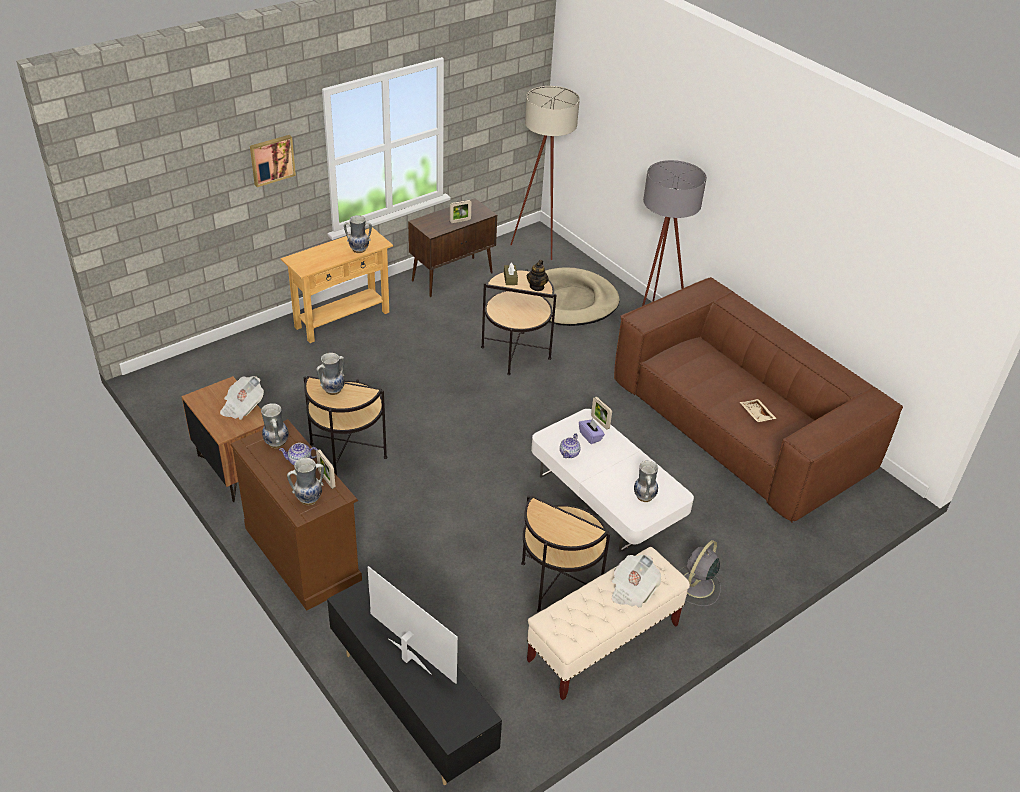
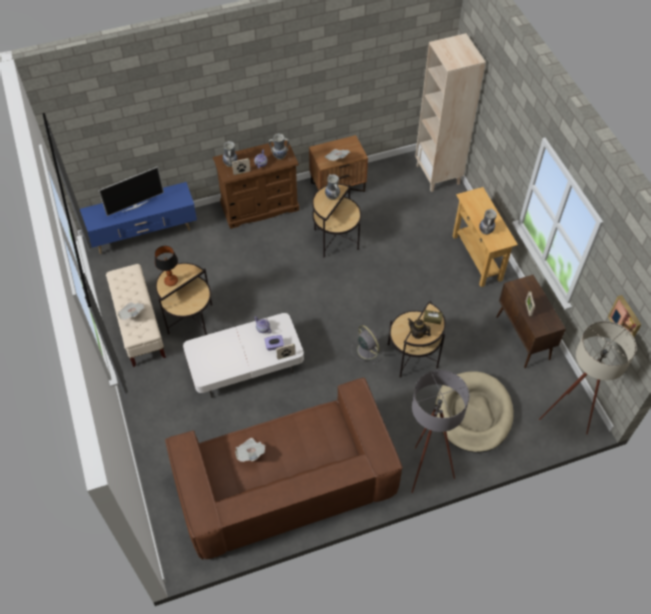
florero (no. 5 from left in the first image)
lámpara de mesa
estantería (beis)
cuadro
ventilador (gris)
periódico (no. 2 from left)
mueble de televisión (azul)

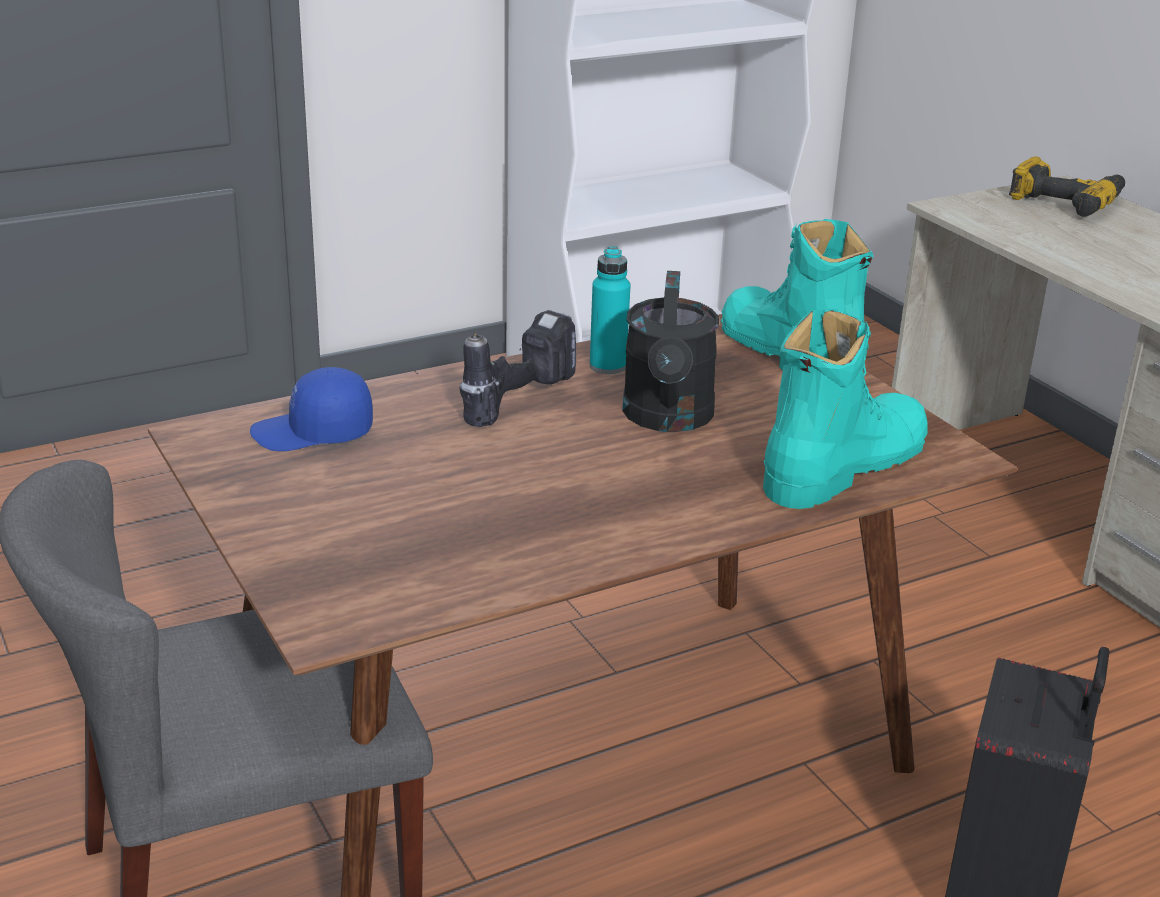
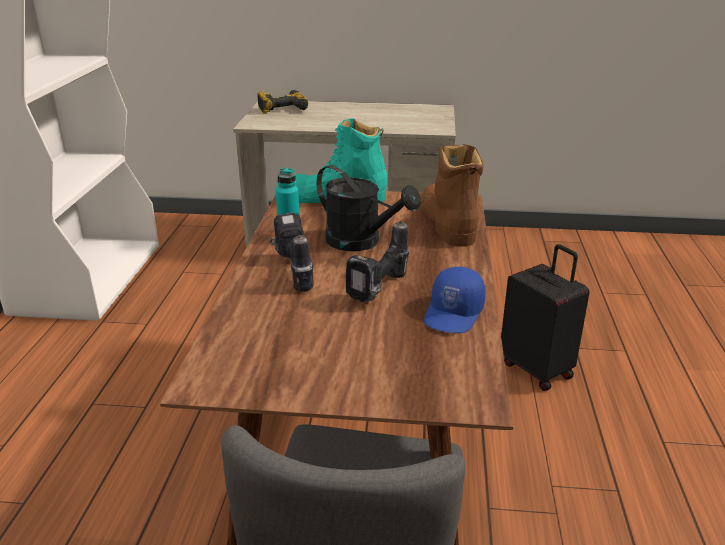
taladro (no. 3 from left)
gorra (azul)
bota (marrón)

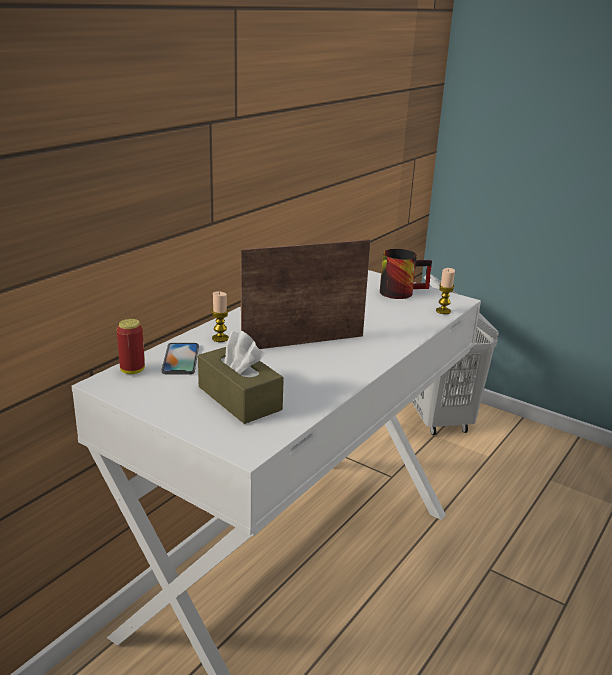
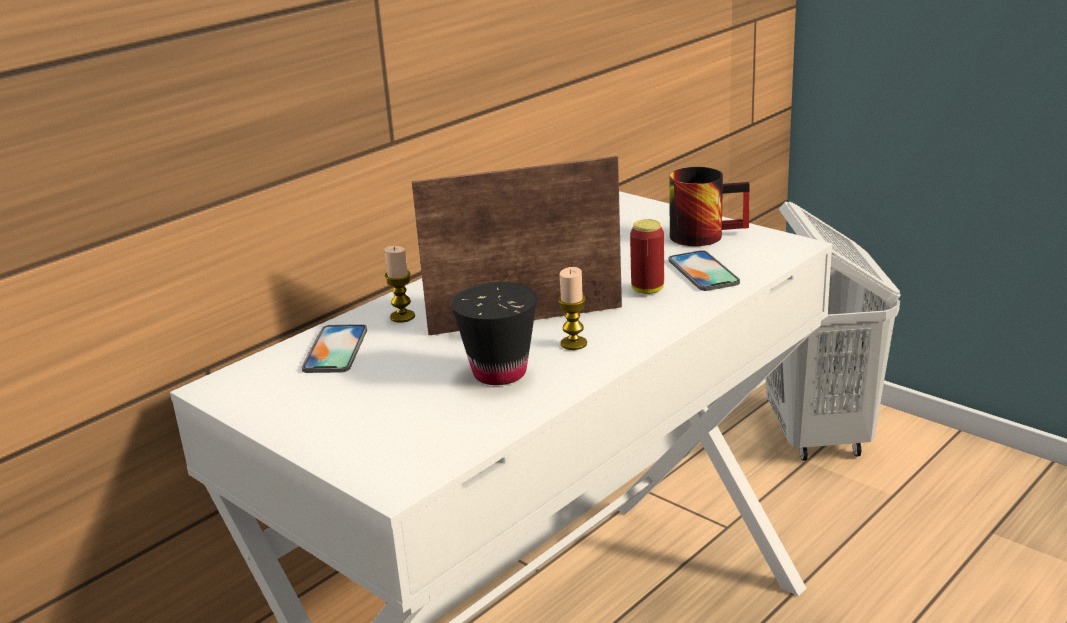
caja de pañuelos (marrón)
taza (negro)
móvil (no. 2 from left)
lata
vela (no. 2 from left)

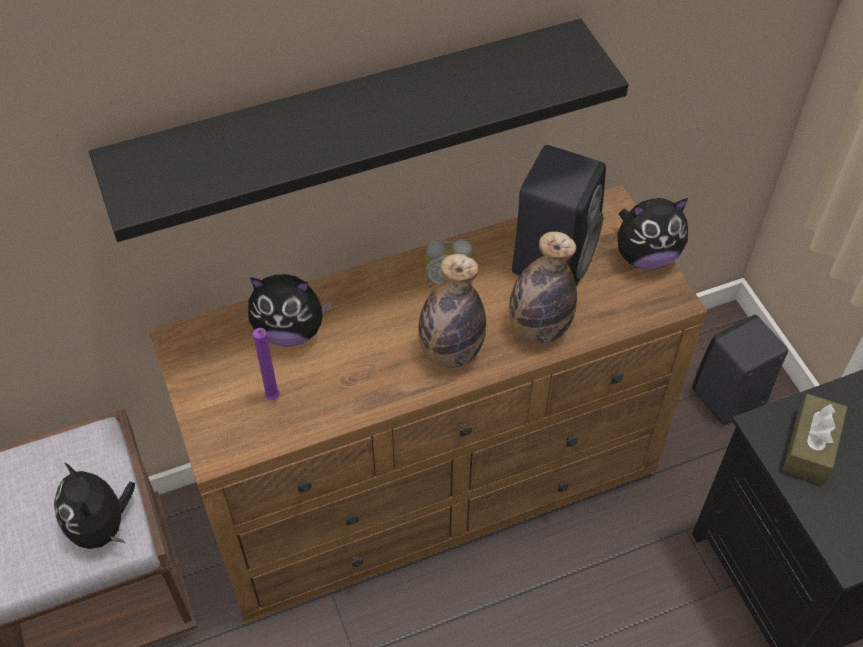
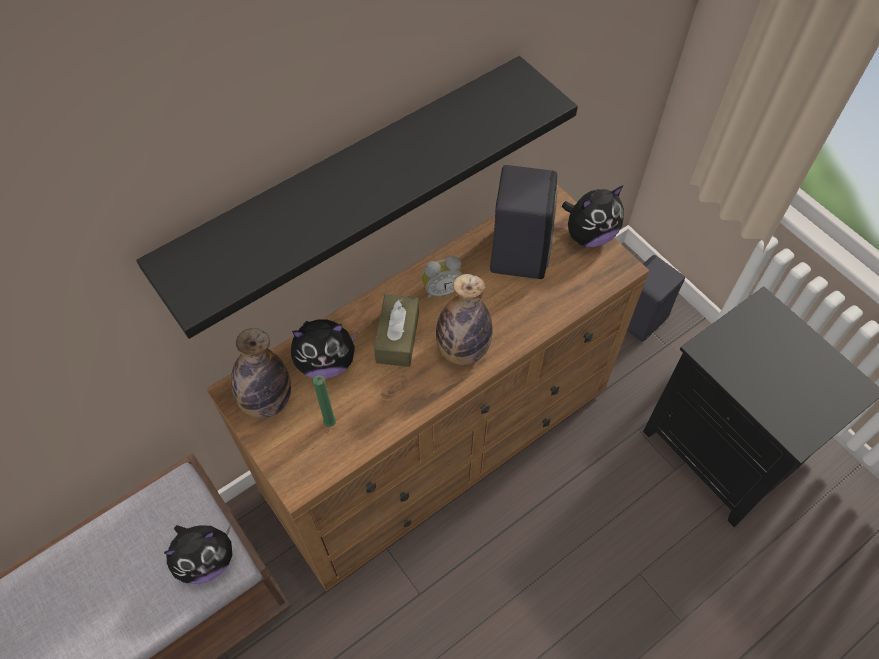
botella (no. 1 from left)
caja de pañuelos (marrón)
vela (verde)
peluche (no. 1 from left)

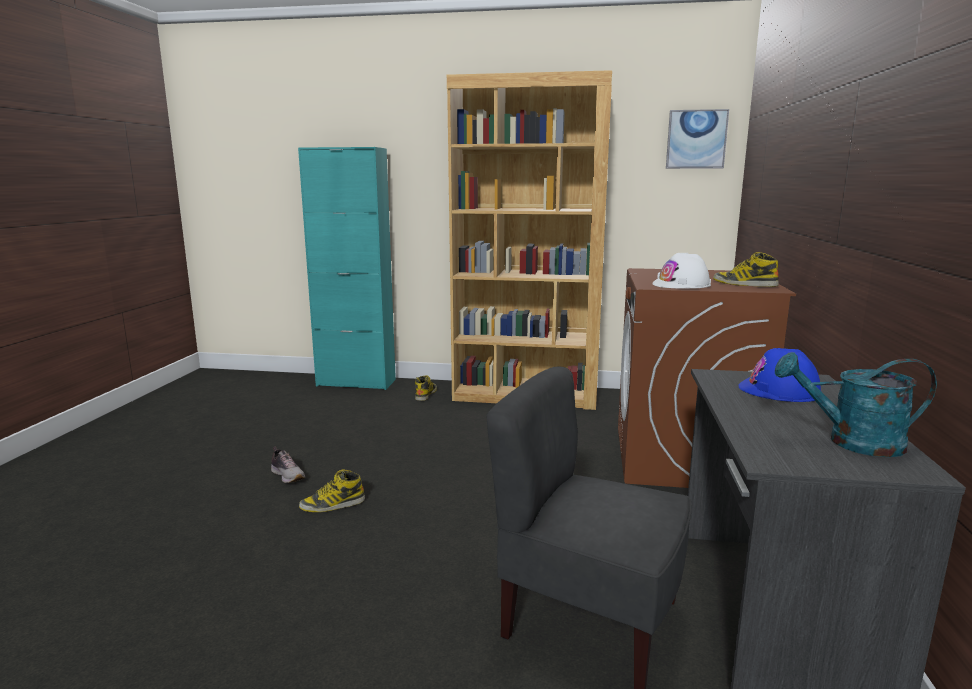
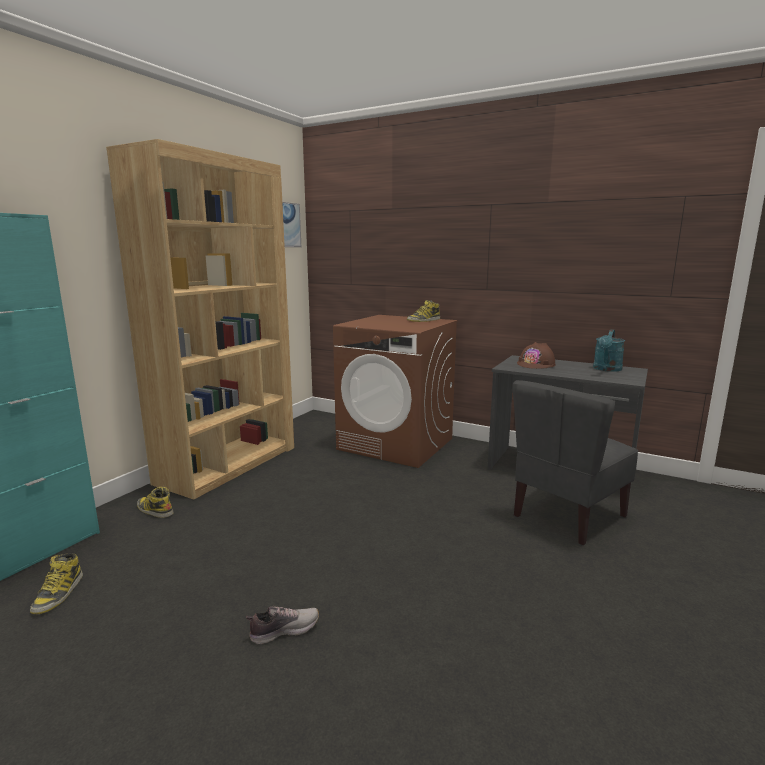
casco (blanco)
bota (no. 1 from left)
casco (marrón)

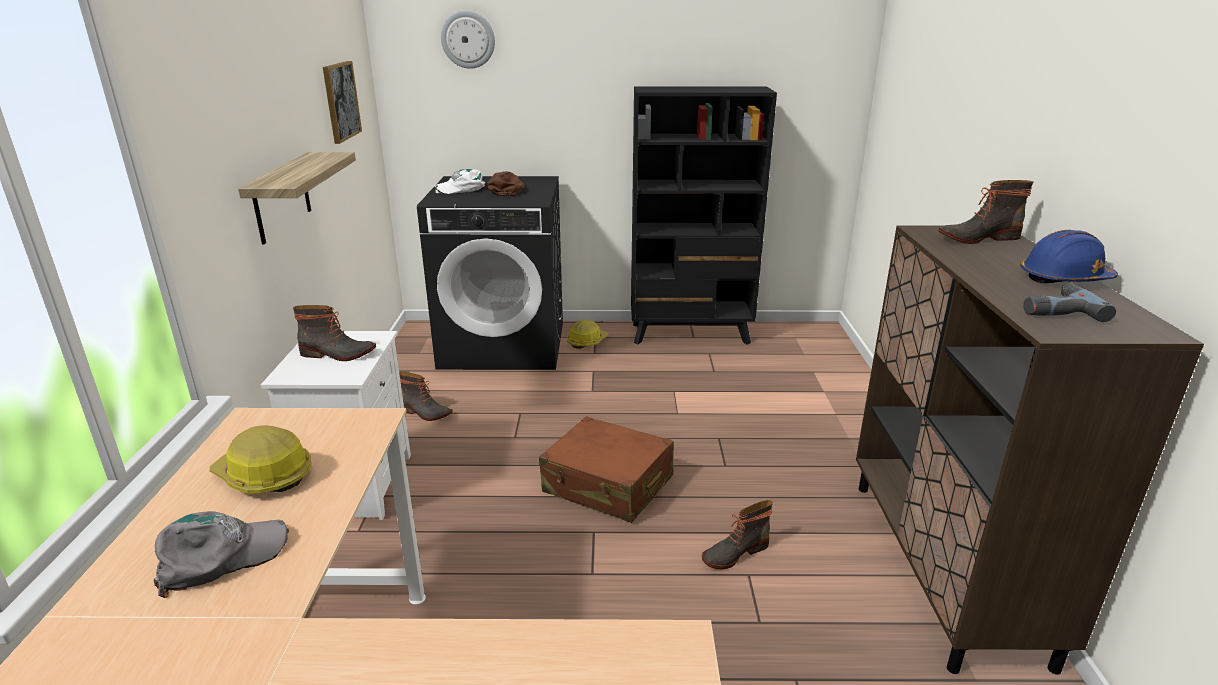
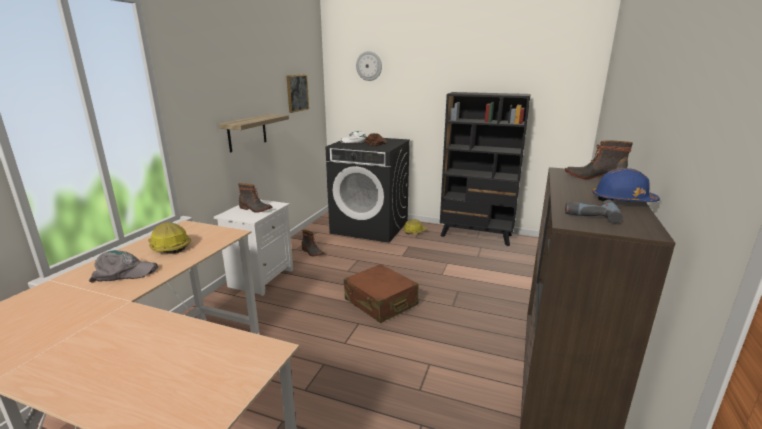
bota (no. 3 from left in the first image)

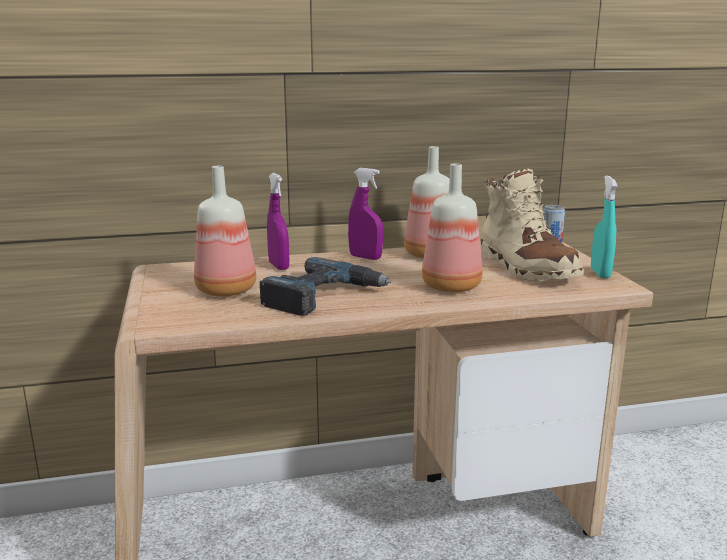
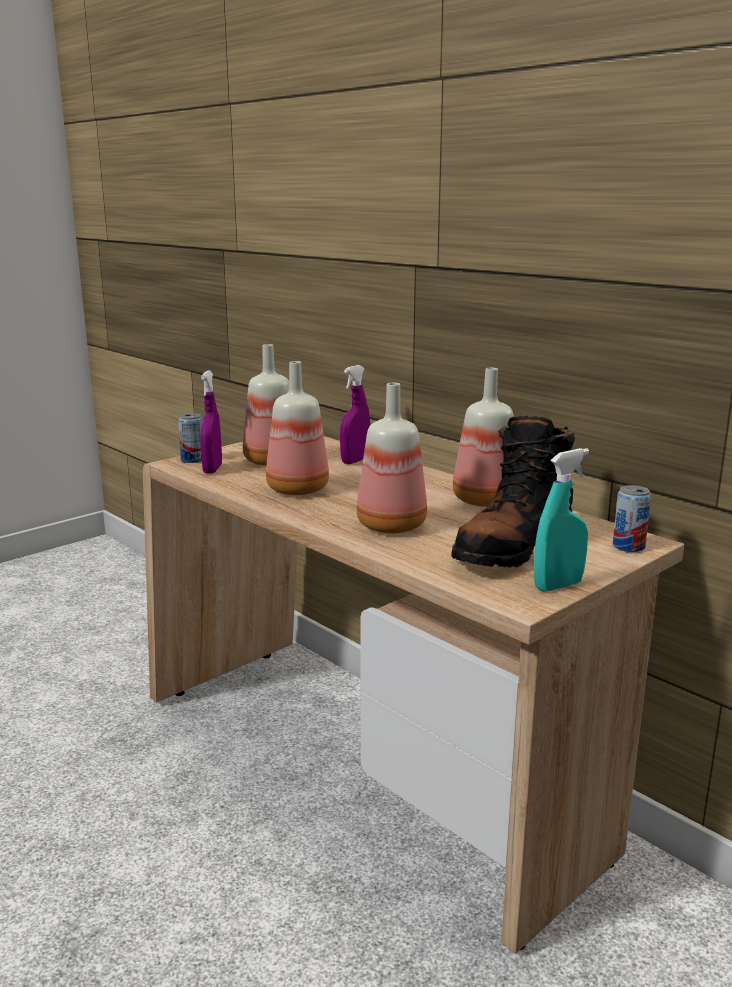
lata (no. 1 from left)
pulverizador (morado) (no. 1 from left)
botella (no. 2 from left)
bota (negro)

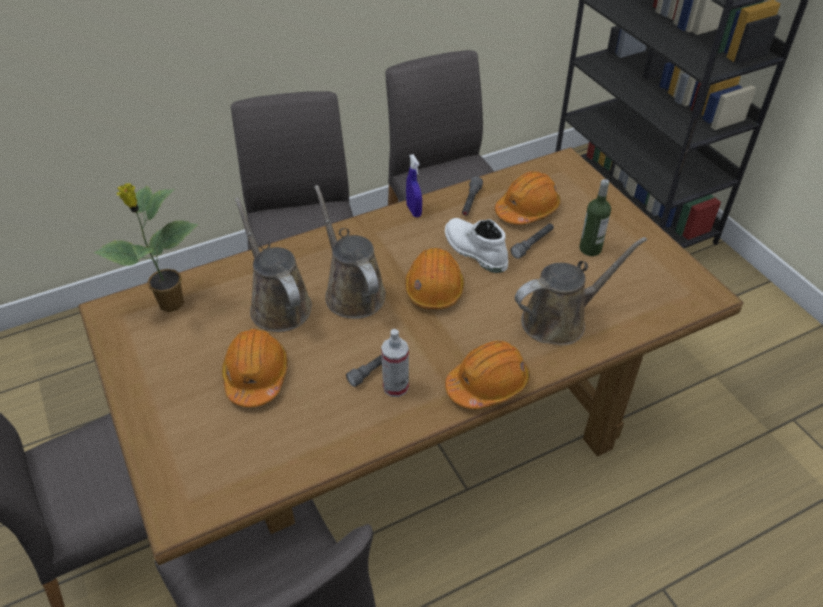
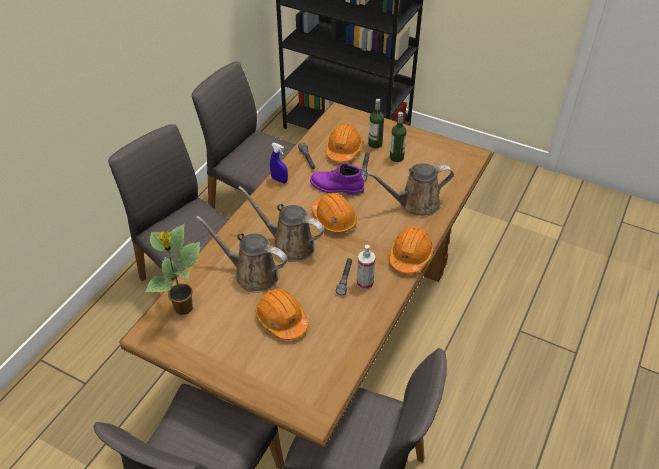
botella (no. 1 from left)
bota (morado)
regadera (marrón) (no. 3 from left)

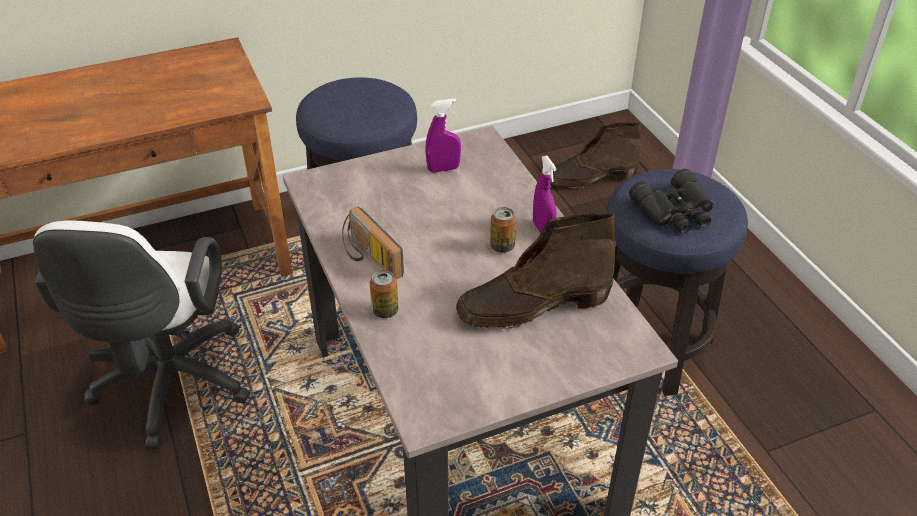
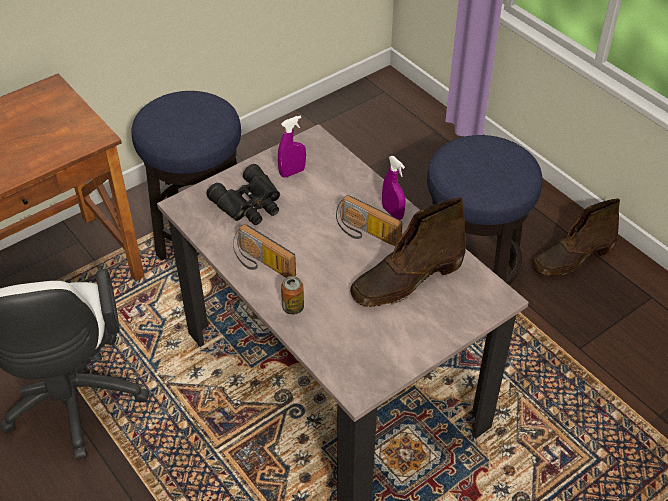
bota (marrón) (no. 2 from left)
prismáticos (negro)
radio (no. 2 from left)

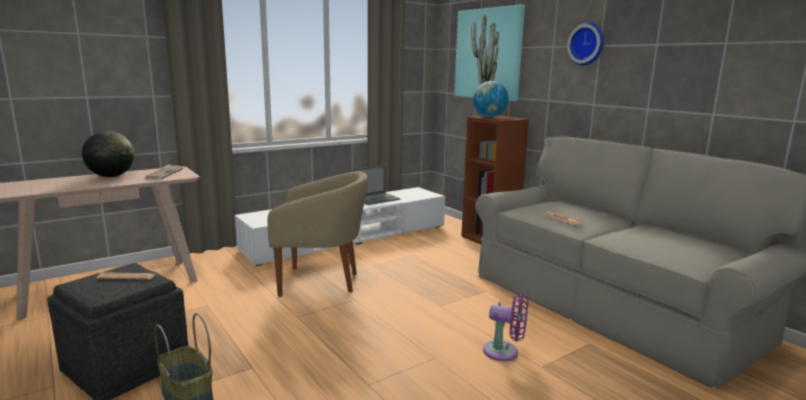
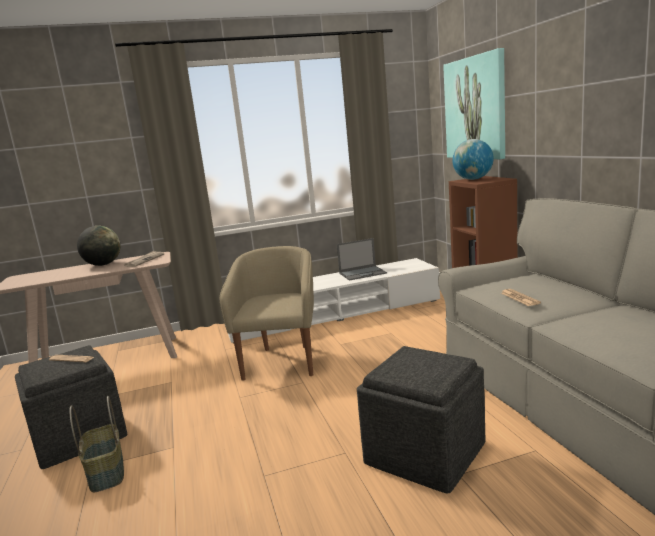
reloj de pared
puf (gris) (no. 2 from left)
sillón (beis)

